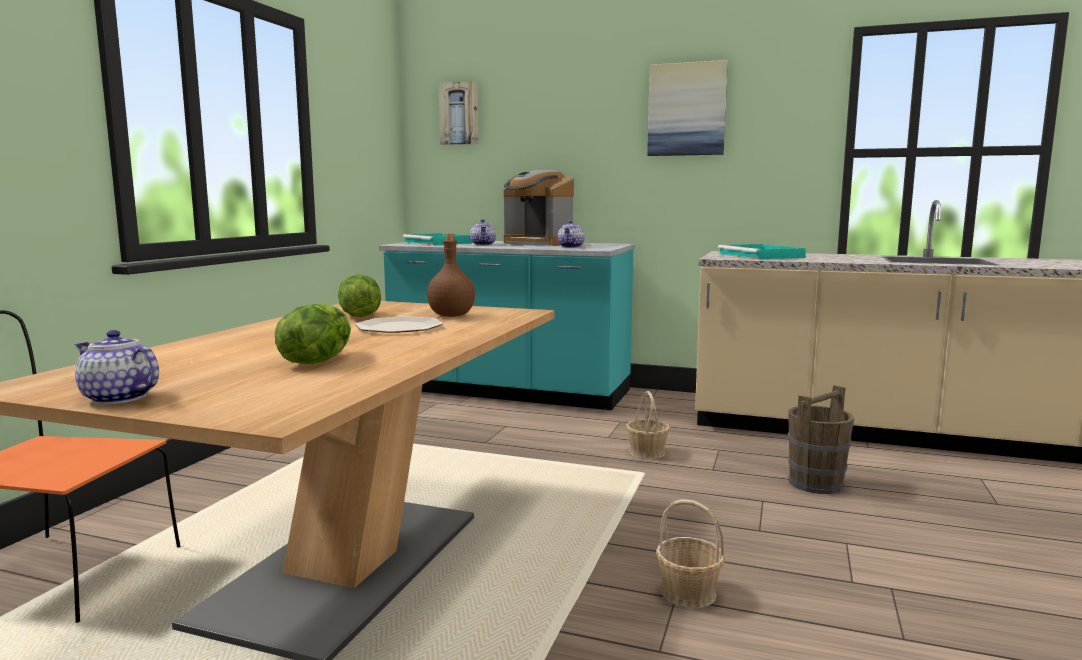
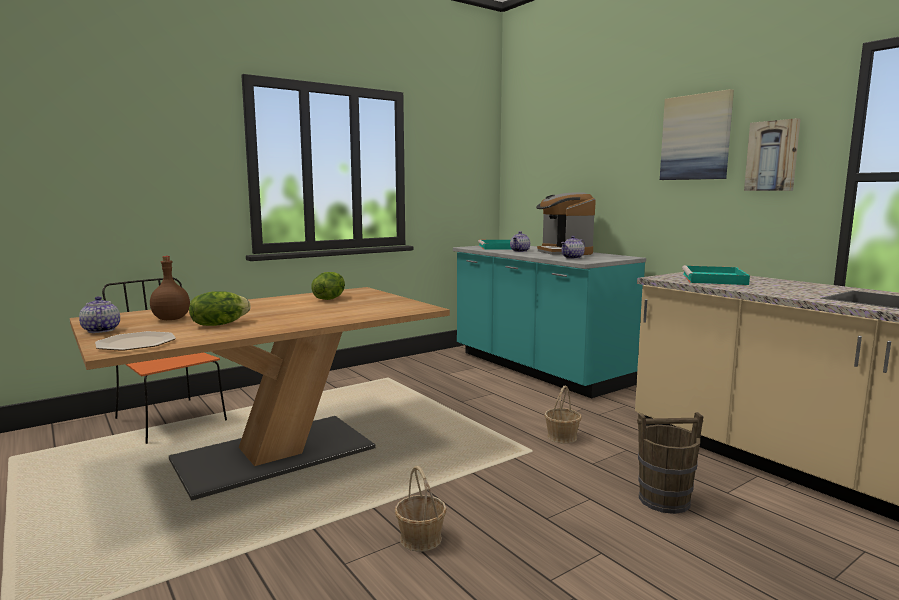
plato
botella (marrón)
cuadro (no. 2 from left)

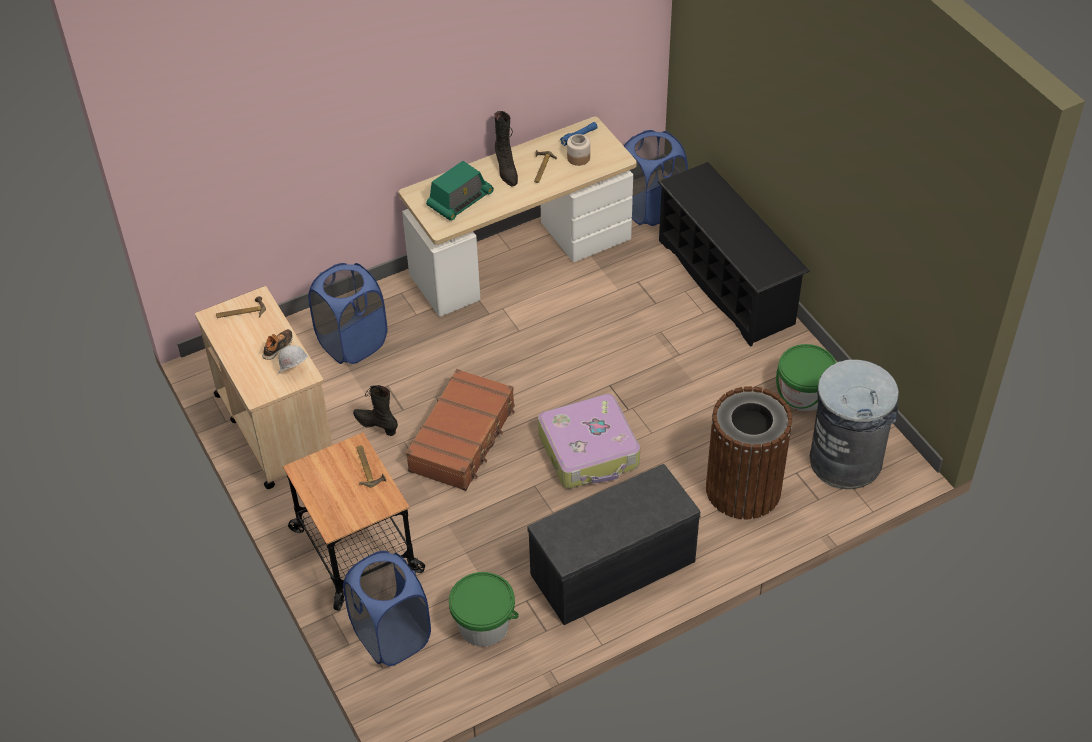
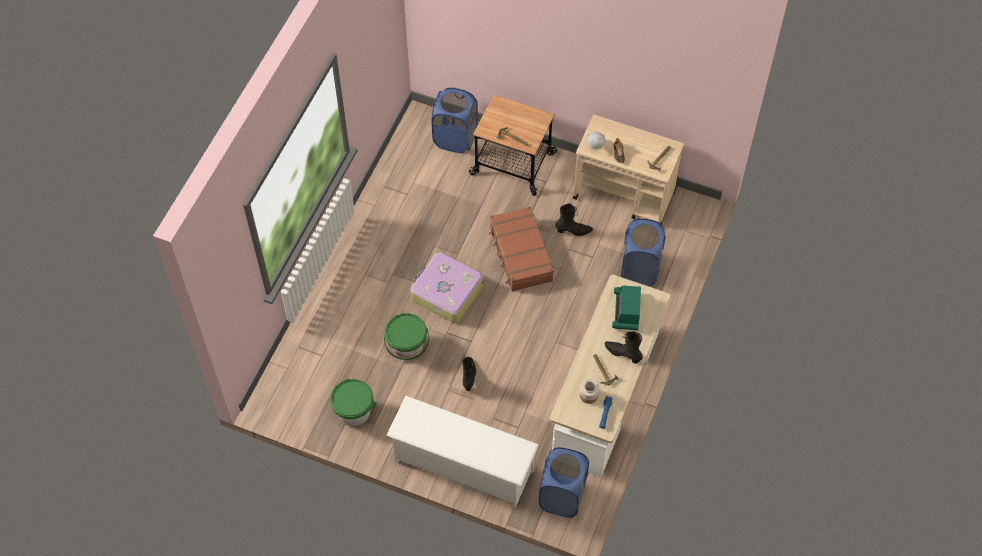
banco (gris)
papelera (marrón)
papelera (gris)
bota (negro) (no. 1 from left)
cubo (verde) (no. 2 from left)
zapatero (blanco)

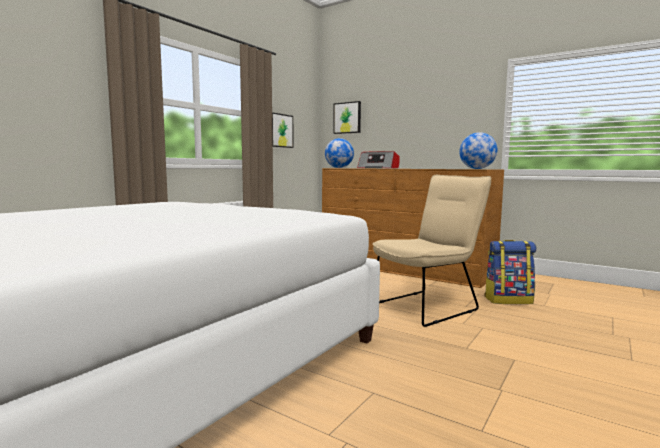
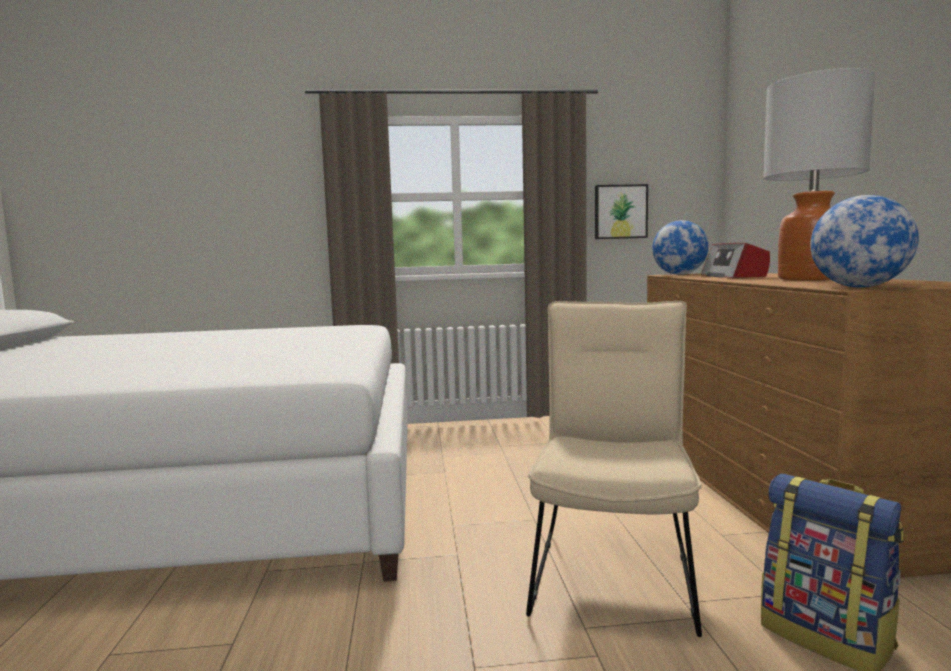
cuadro (no. 2 from left in the first image)
lámpara de mesa
silla (beis)

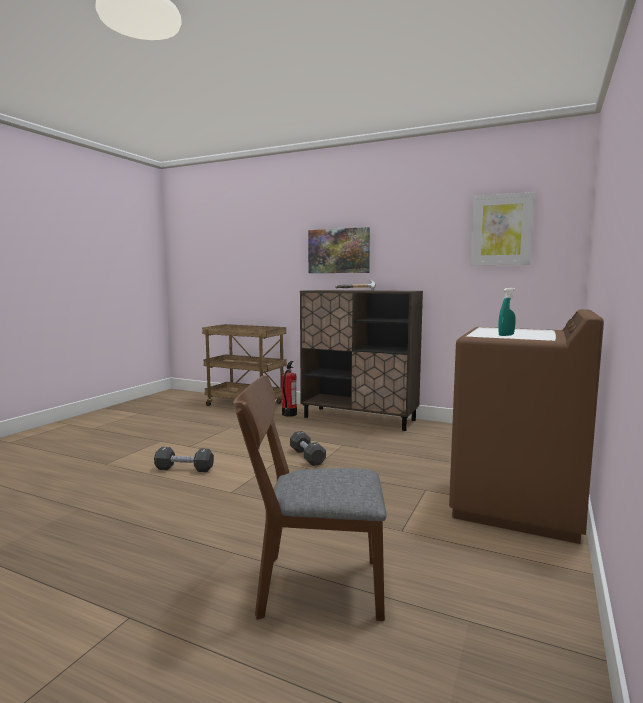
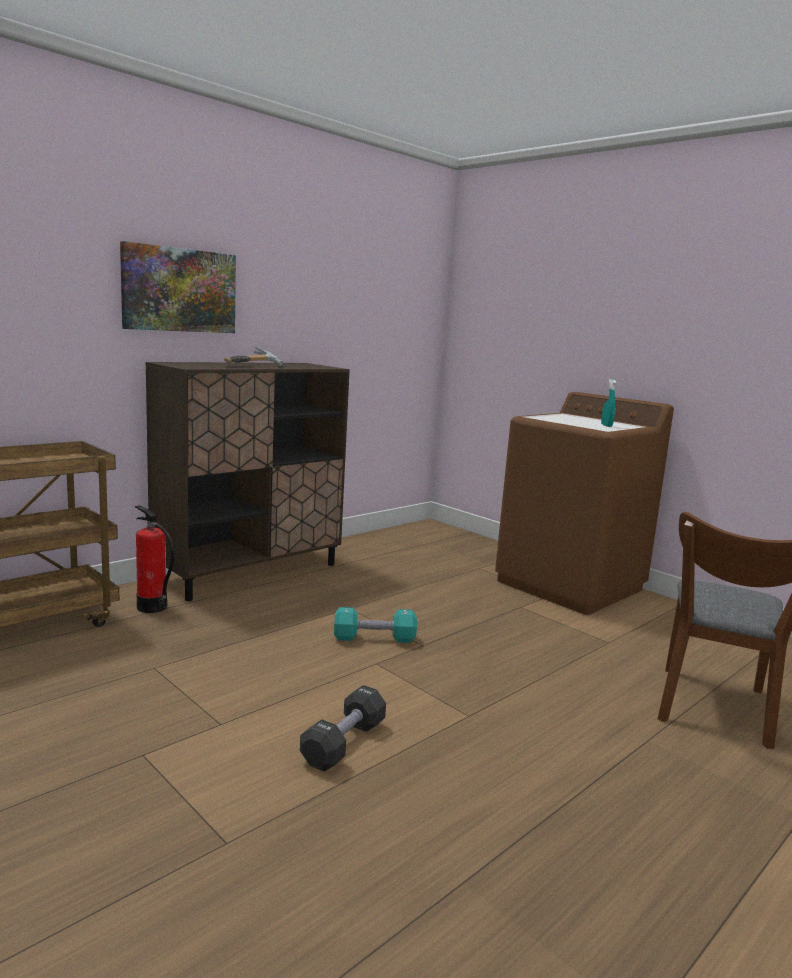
cuadro (no. 2 from left in the first image)
mancuerna (turquesa)

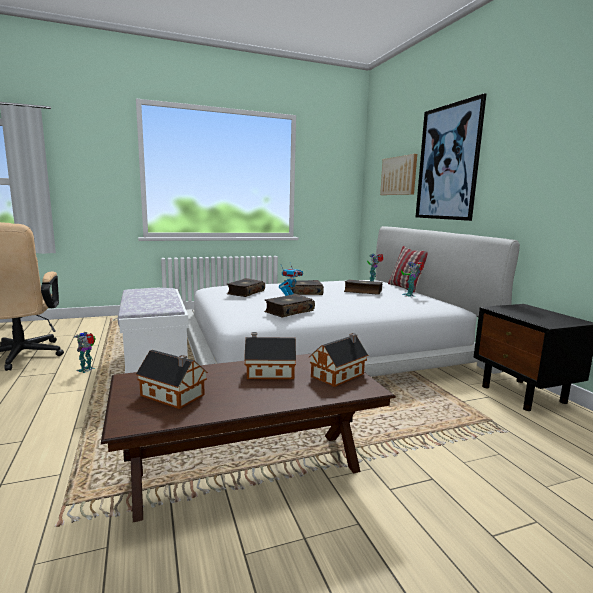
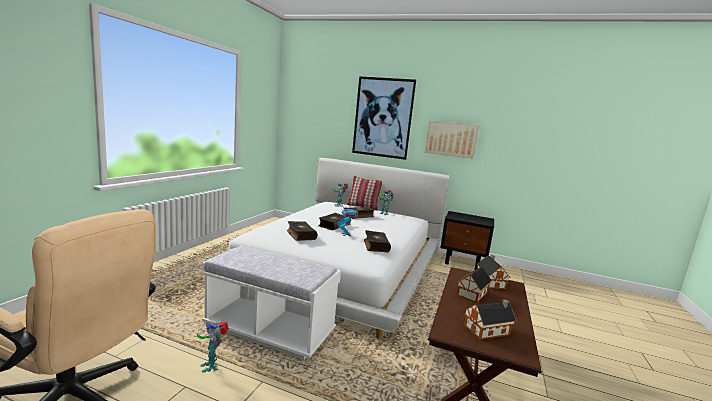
cuadro (no. 2 from left)

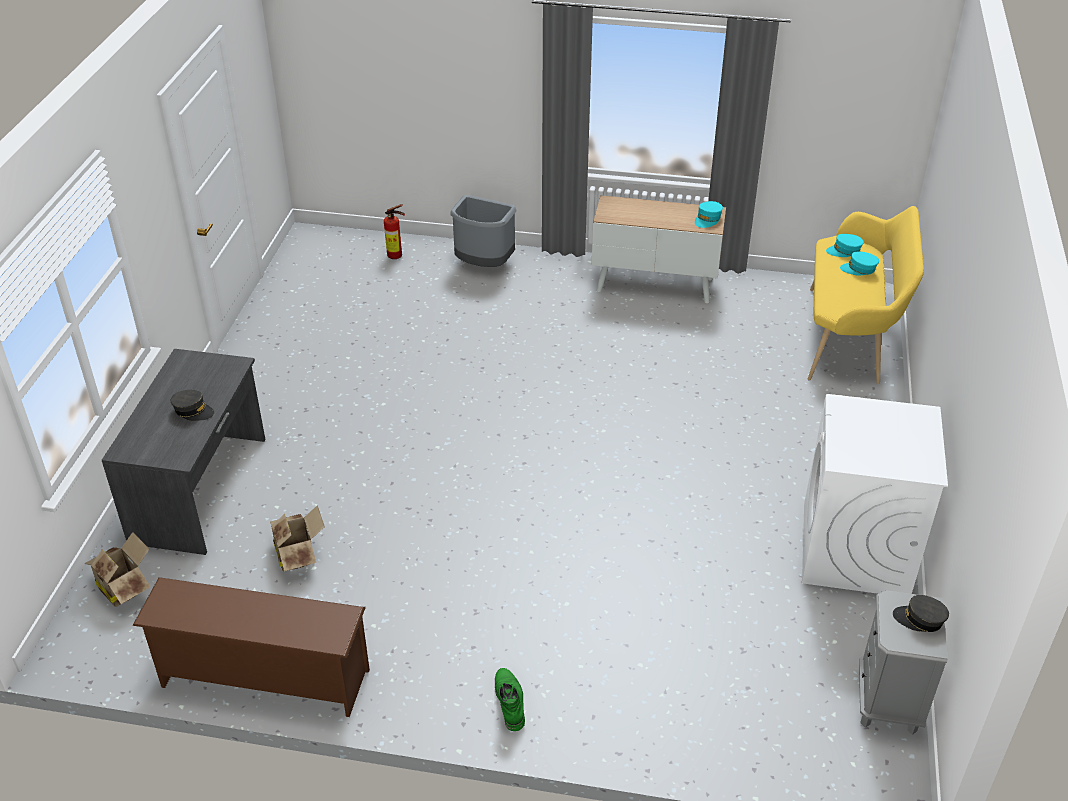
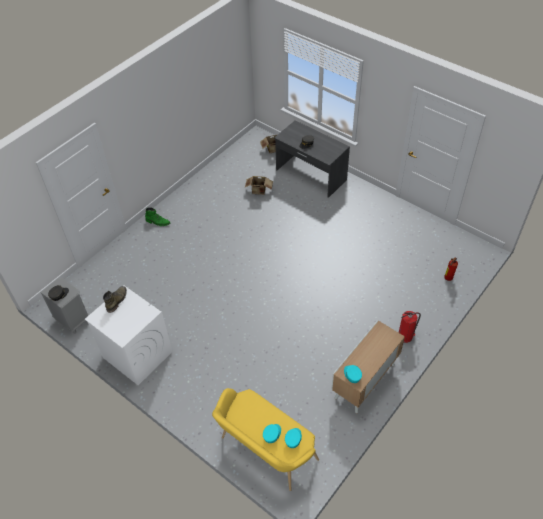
zapatero (marrón)
papelera (gris)
bota (verde) (no. 1 from left)
extintor (no. 1 from left)

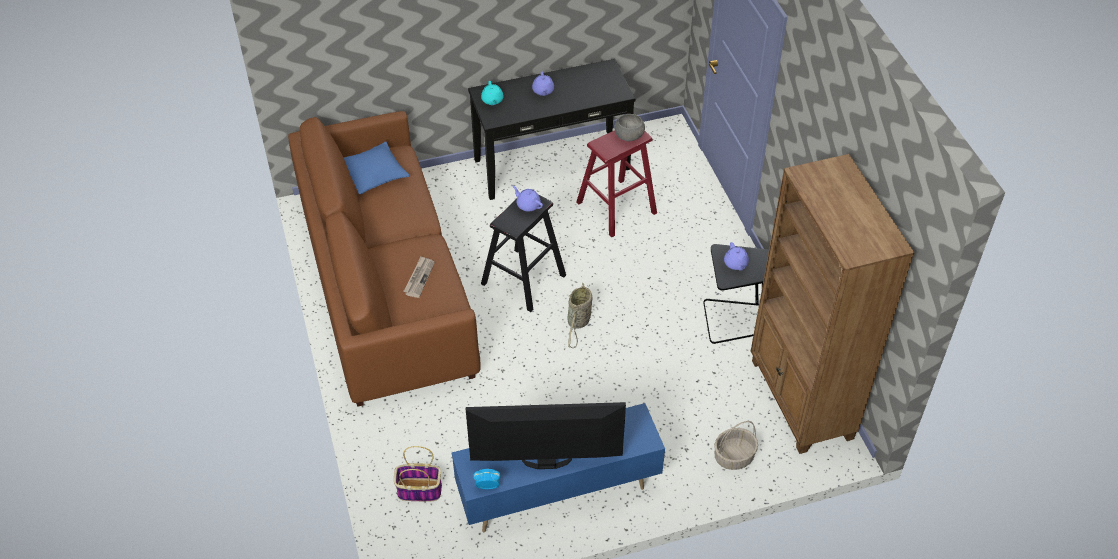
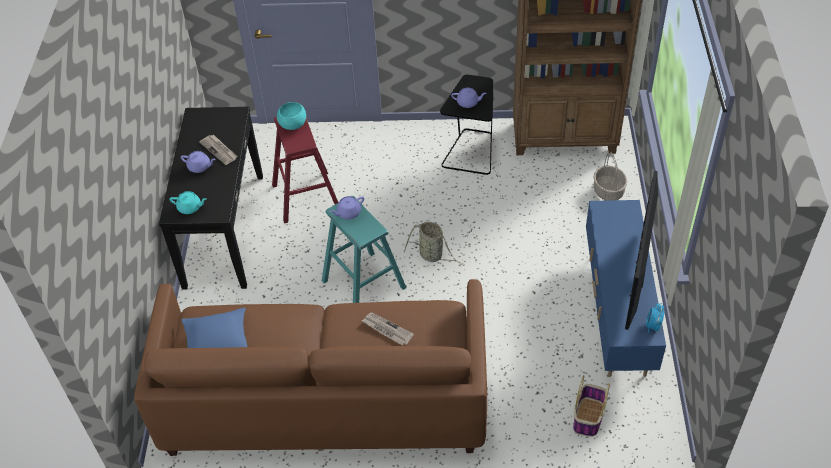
periódico (no. 1 from left)
taburete (turquesa)
cuenco (turquesa)

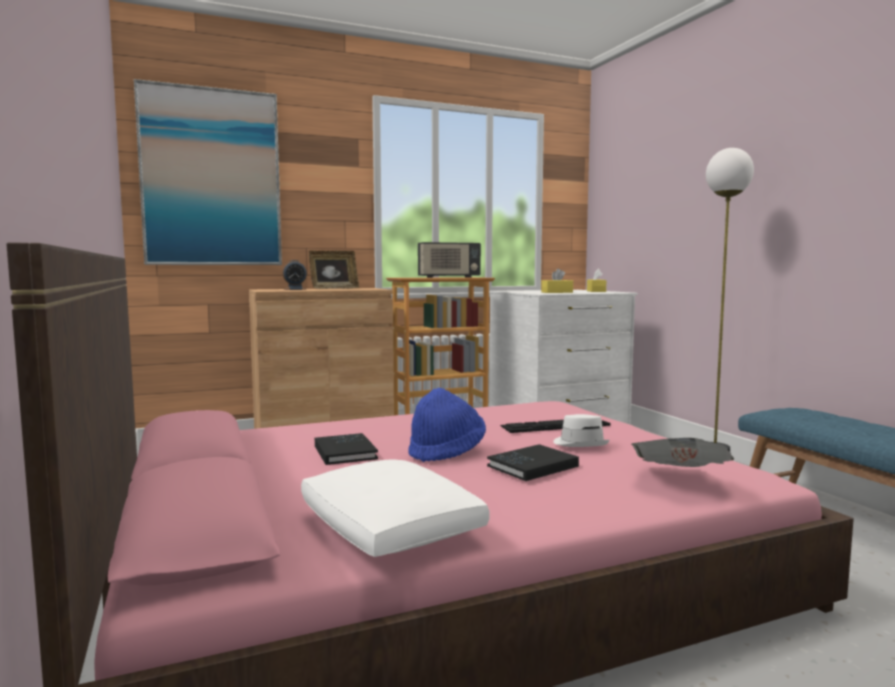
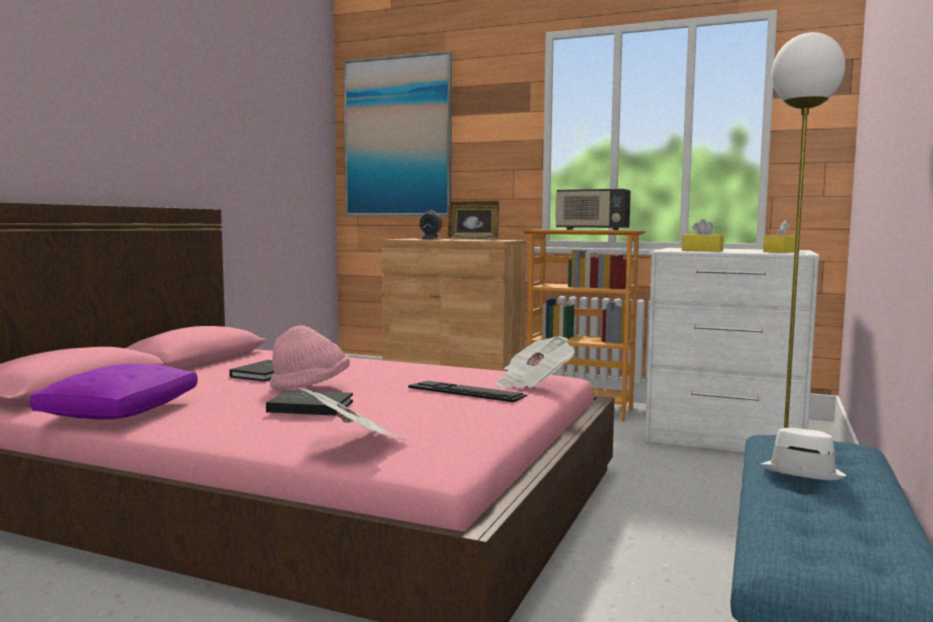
periódico (no. 2 from left)
sombrero (blanco)
cojín (morado)
sombrero (rosa)

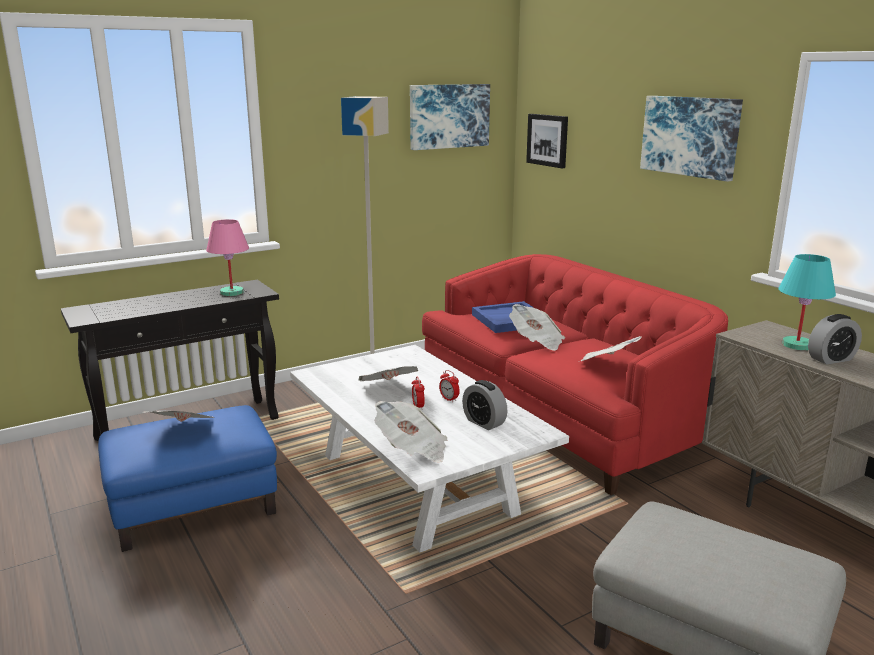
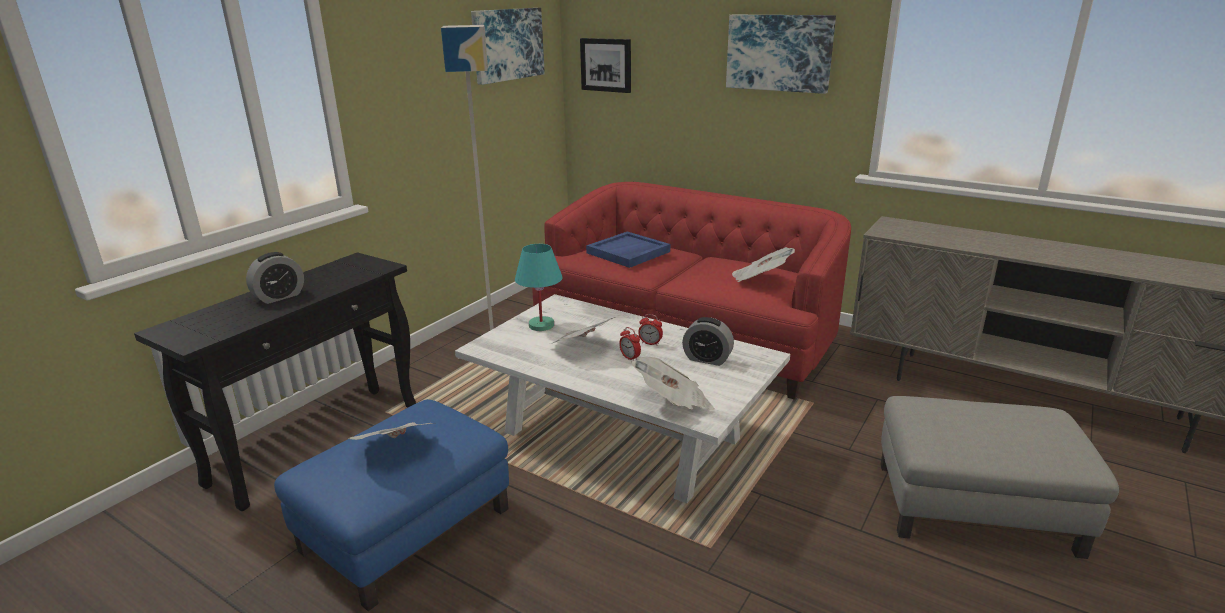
lámpara de mesa (rosa)
periódico (no. 4 from left in the first image)
lámpara de mesa (turquesa)
despertador (no. 1 from left)

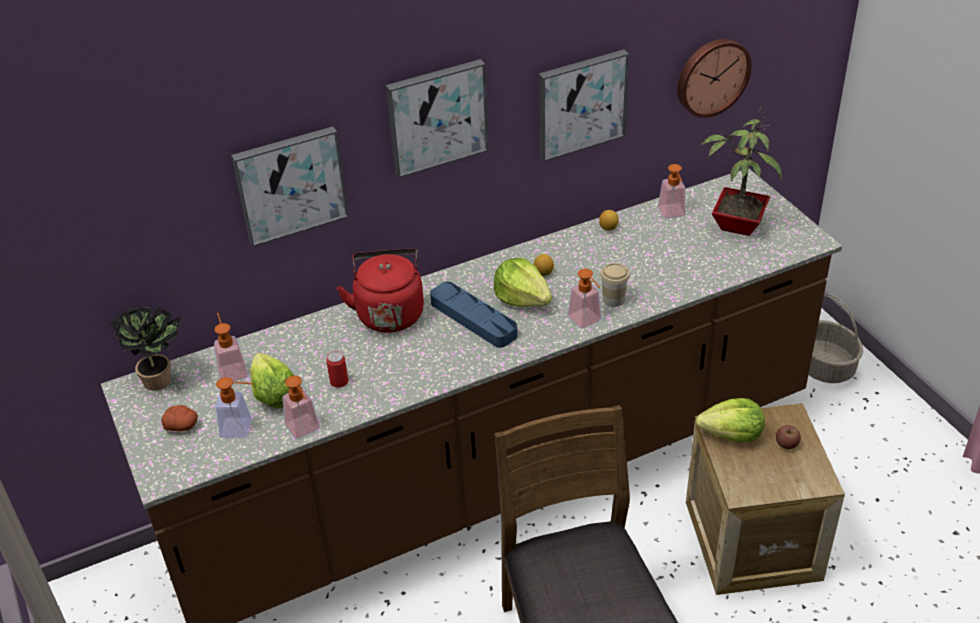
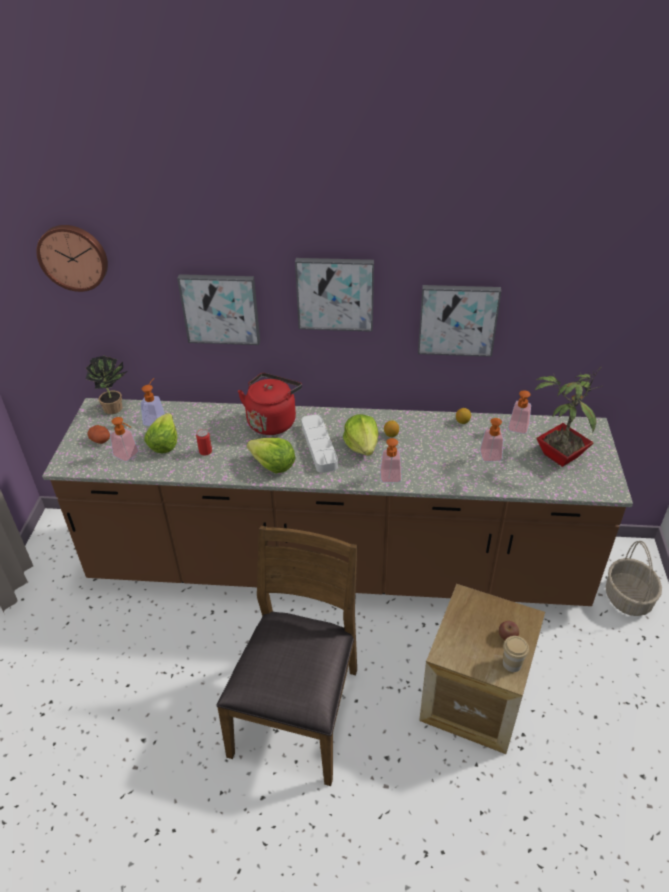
dispensador de jabón (no. 4 from left)
taza
reloj de pared
lechuga (no. 2 from left)
bandeja (blanco)

